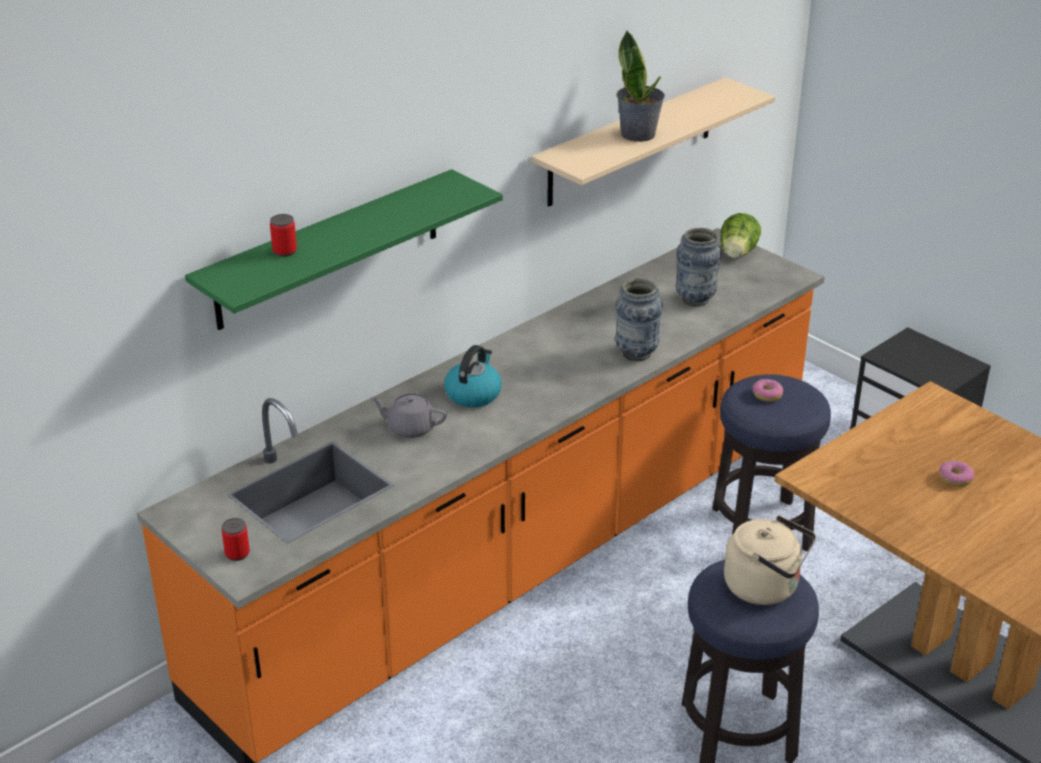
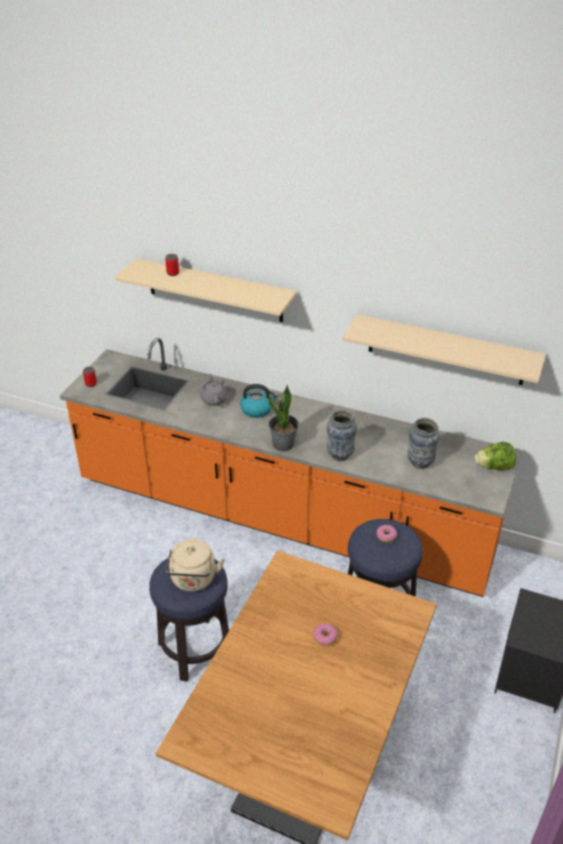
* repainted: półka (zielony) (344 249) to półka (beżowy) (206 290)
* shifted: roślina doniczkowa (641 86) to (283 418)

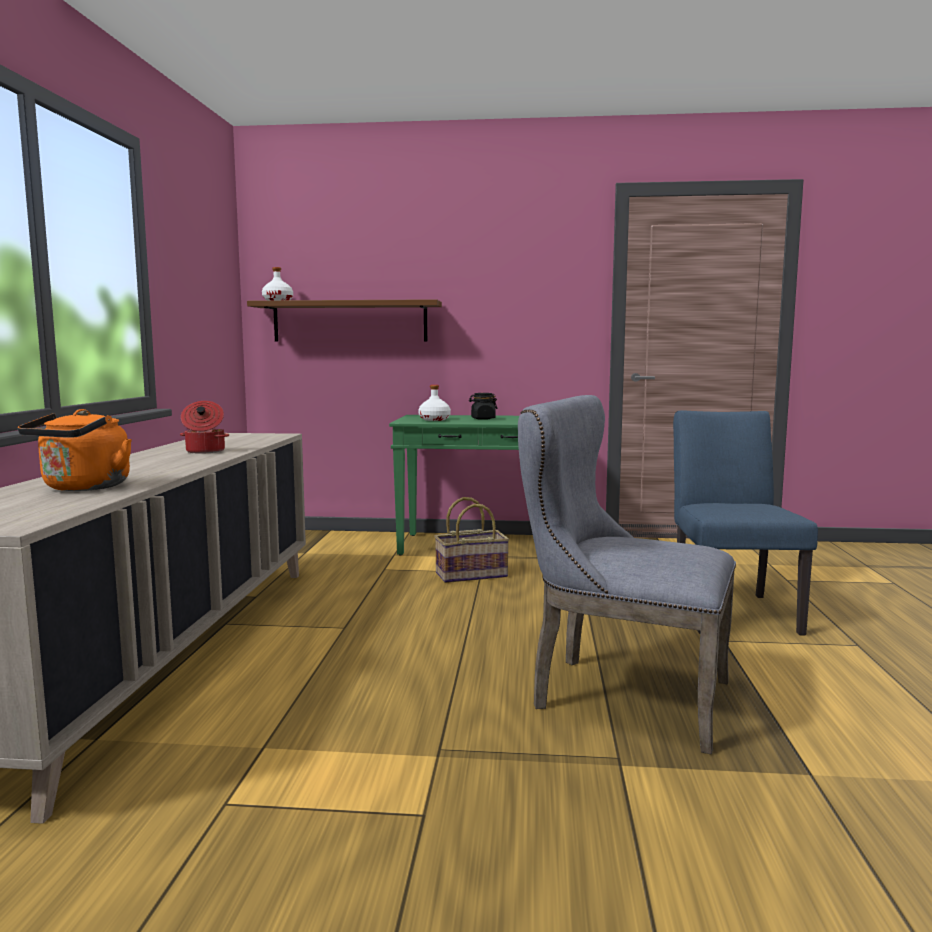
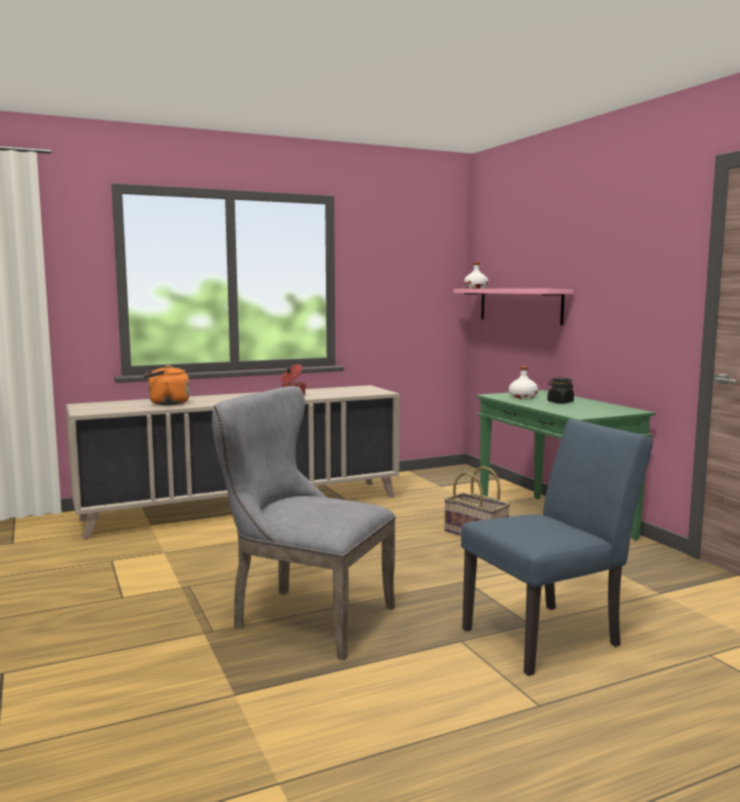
* repainted: półka (brązowy) (344 320) to półka (różowy) (514 307)
* rotated: krzesło (szary) (627 574) = (304 523) 60 degrees counterclockwise

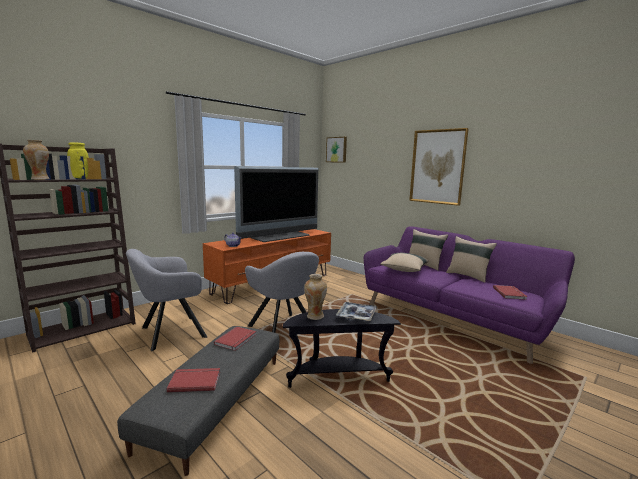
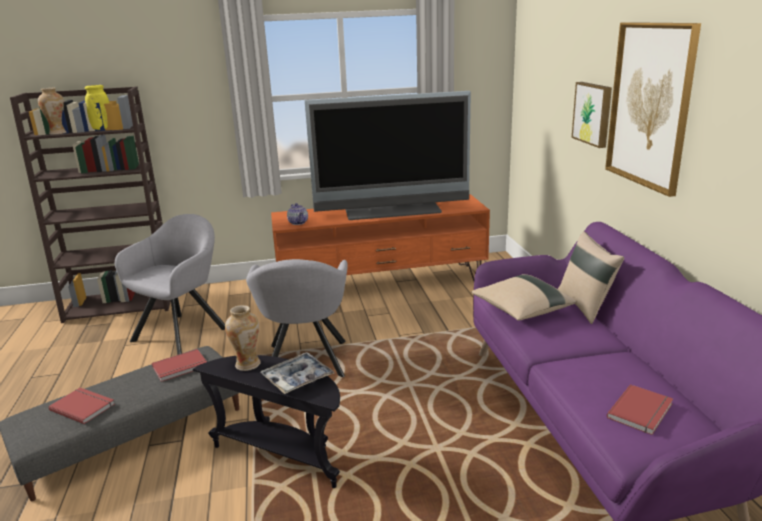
* rotated: fotel (szary) (166 300) = (170 284) 120 degrees clockwise
* shifted: obraz (336 150) to (592 115)
* gone: poduszka (beżowy) (471 259)

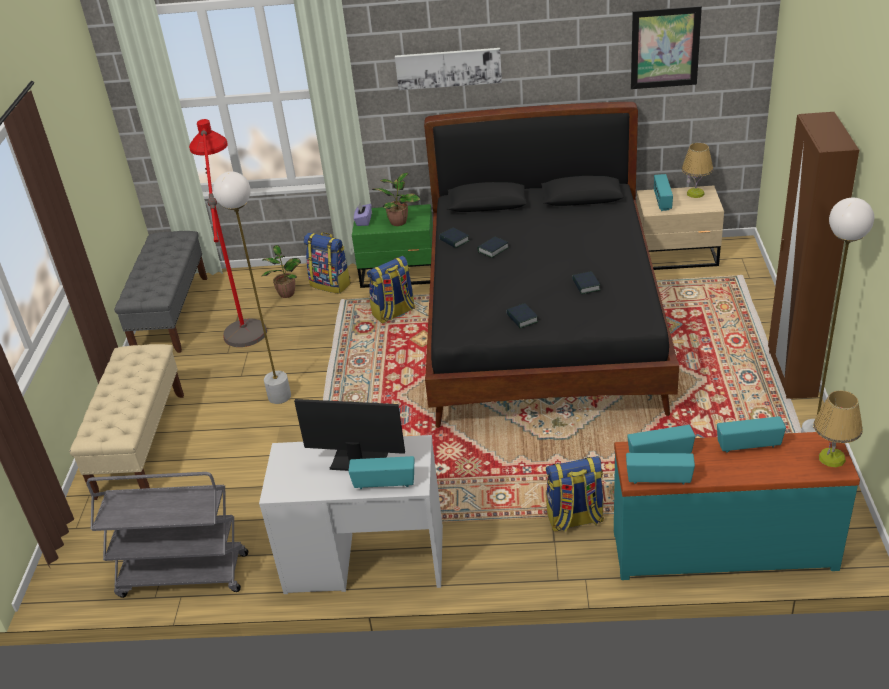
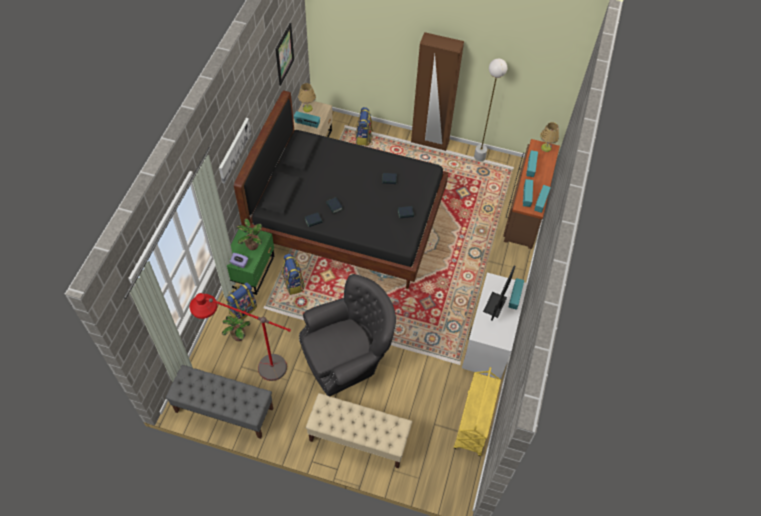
* repainted: wózek (szary) (168 535) to wózek (żółty) (477 412)
* swapped: lampa stojąca (biały) (252 287) to fotel (szary) (347 335)
* shifted: plecak (575 494) to (364 126)
* repainted: komoda (turkusowy) (737 506) to komoda (brązowy) (531 194)

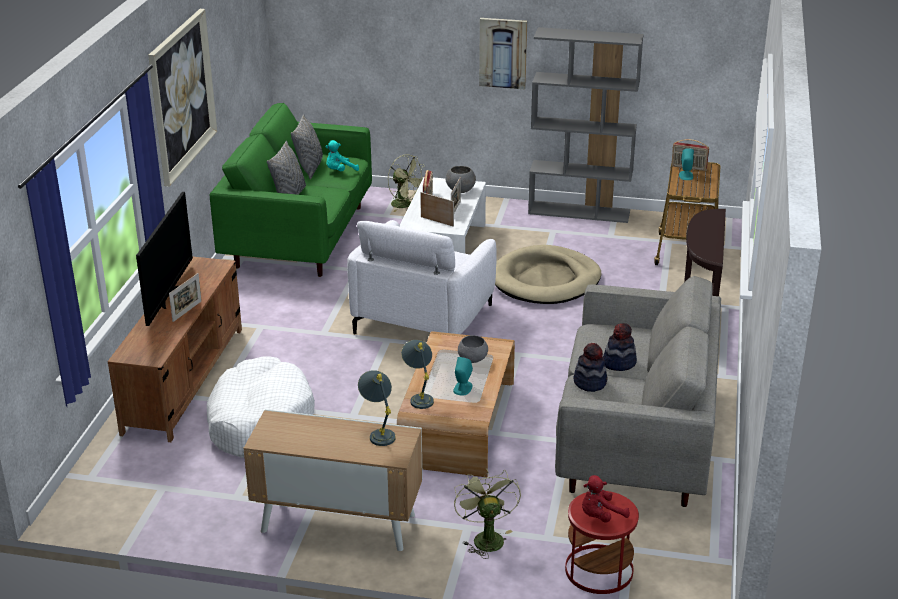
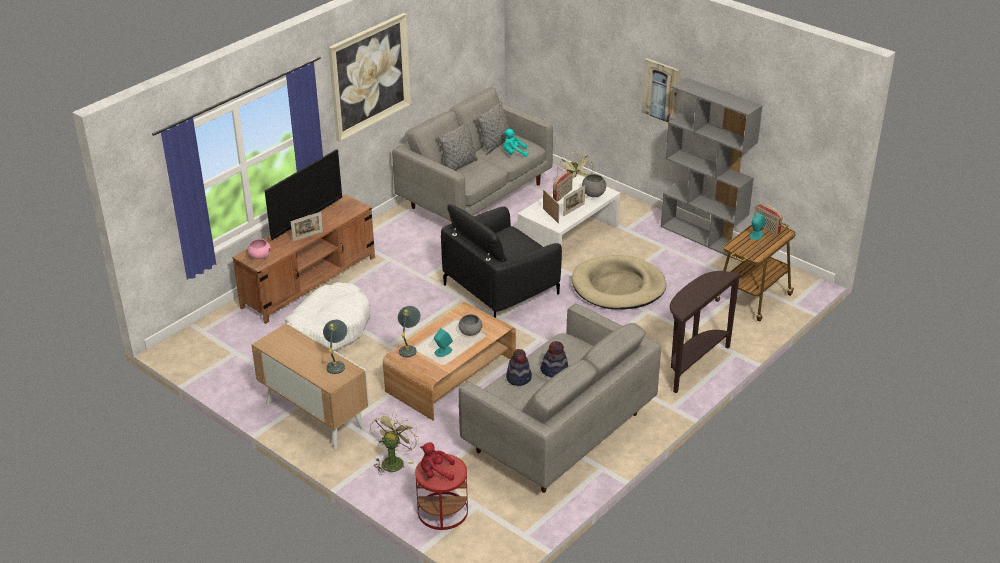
* repainted: kanapa (zielony) (291 190) to kanapa (szary) (472 154)
* repainted: fotel (biały) (422 277) to fotel (czarny) (501 261)
* new: miska (różowy) (259 249)

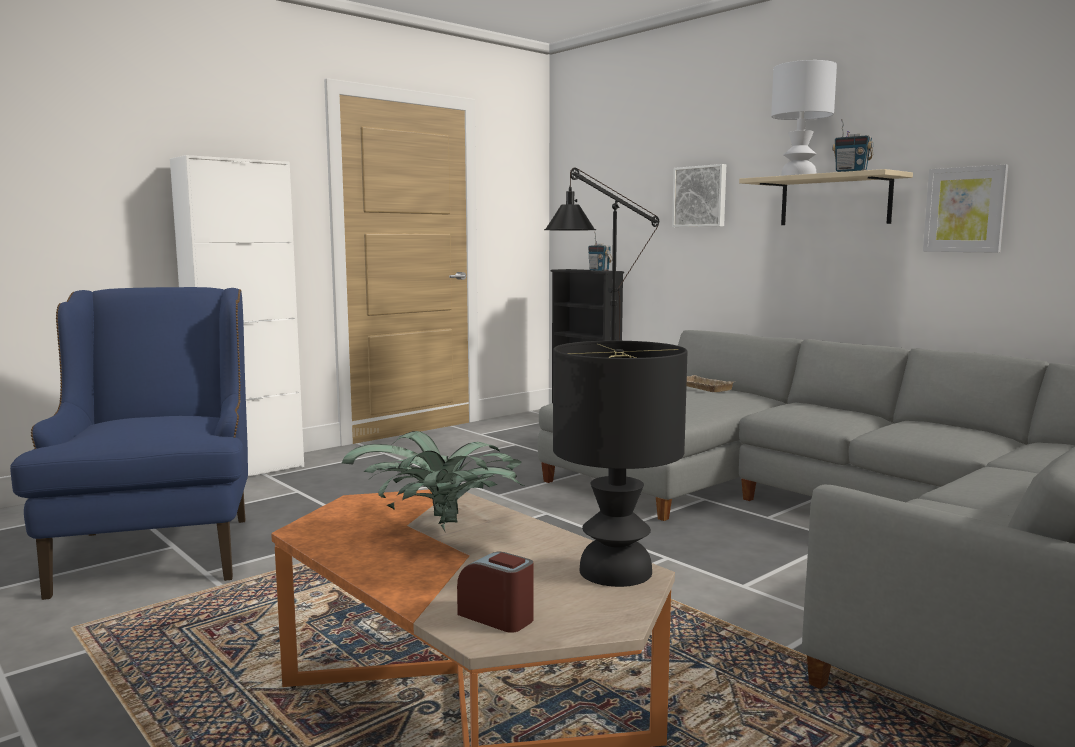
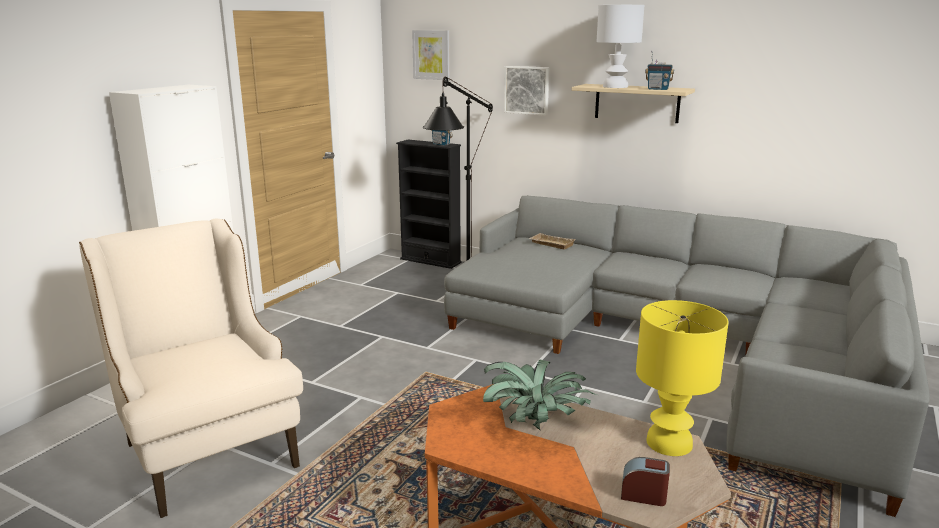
* repainted: fotel (niebieski) (129 443) to fotel (beżowy) (191 368)
* repainted: lampa stołowa (czarny) (620 464) to lampa stołowa (żółty) (682 378)
* shifted: obraz (965 209) to (431 55)

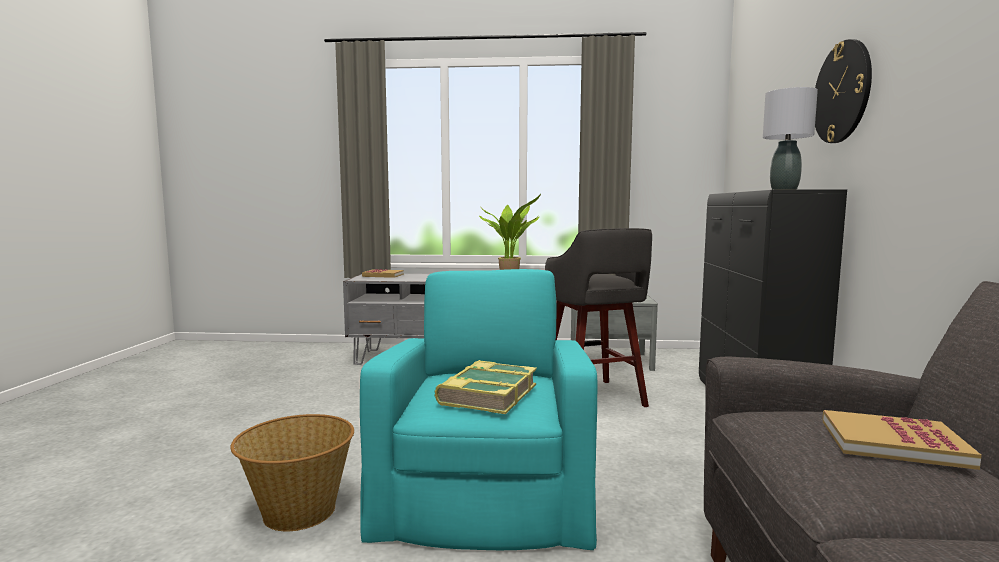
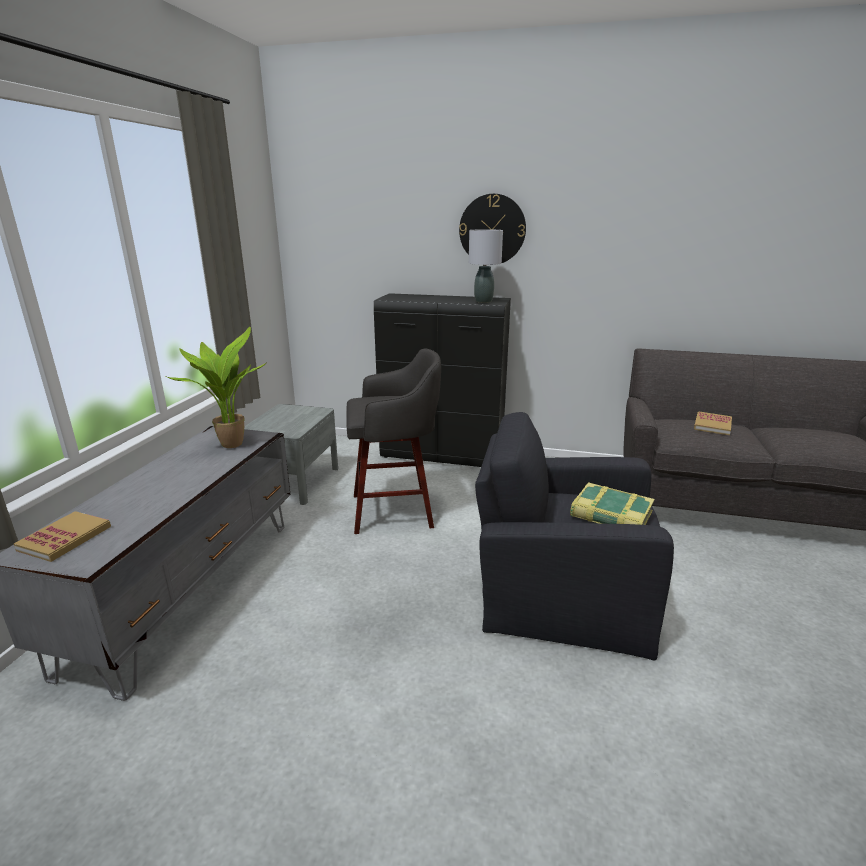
* gone: koszyk (292 472)
* repainted: fotel (turkusowy) (479 409) to fotel (czarny) (574 536)

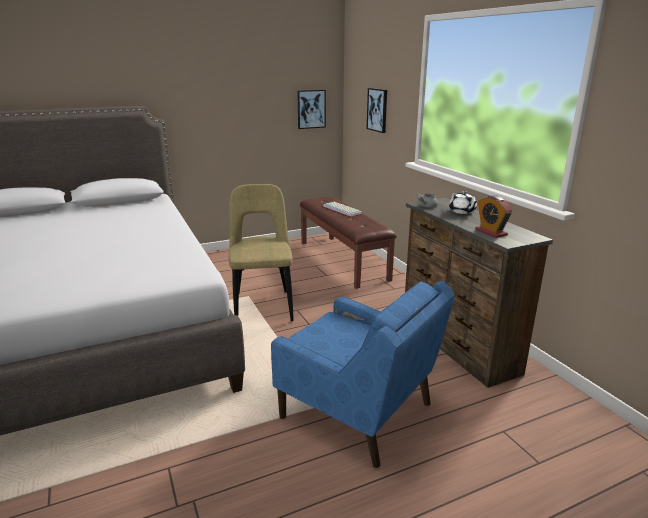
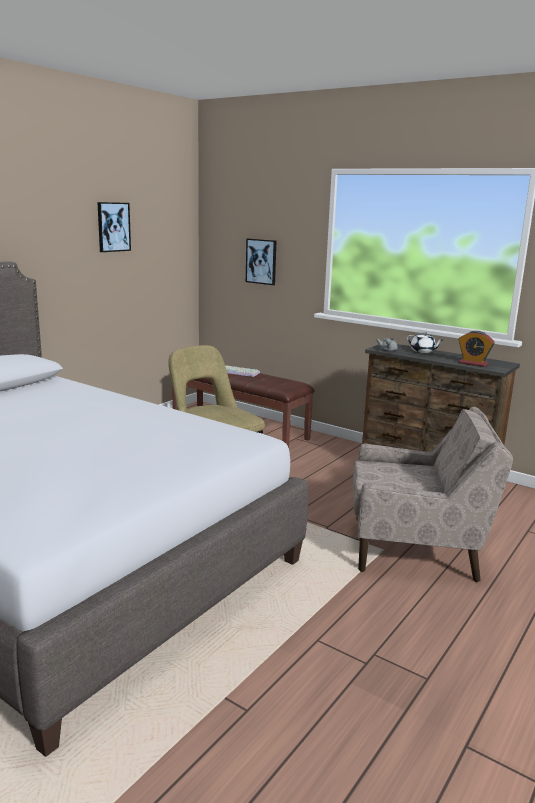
* repainted: fotel (niebieski) (362 374) to fotel (beżowy) (433 494)
* shifted: obraz (311 109) to (114 227)

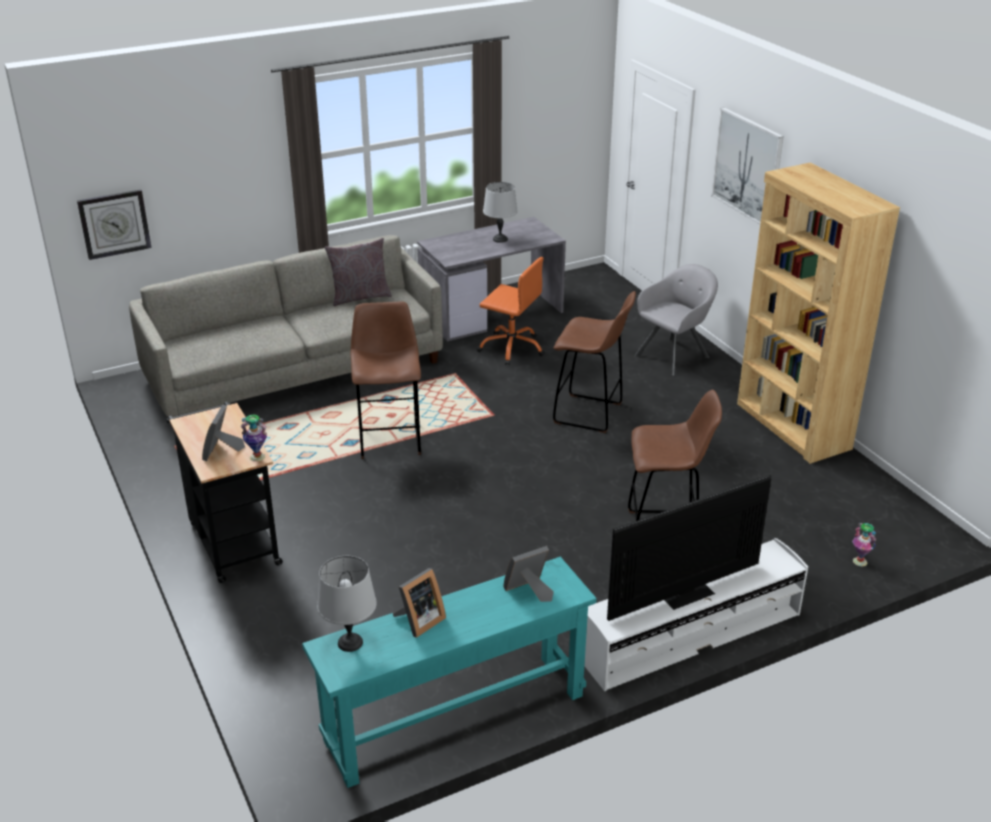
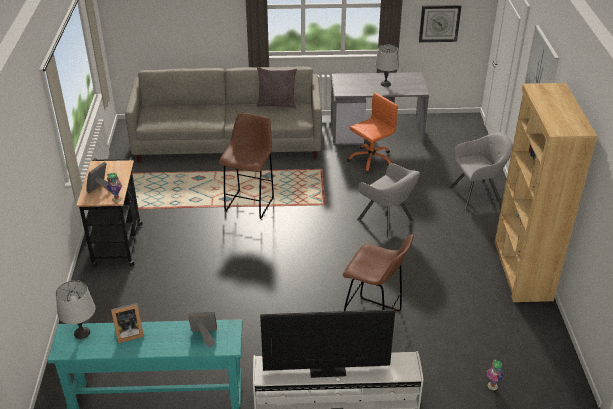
* shifted: zegar ścienny (114 224) to (440 23)
* rotated: krzesło biurowe (pomarańczowy) (511 311) = (372 133) 90 degrees counterclockwise
* swapped: stołek (brązowy) (594 362) to fotel (szary) (388 201)

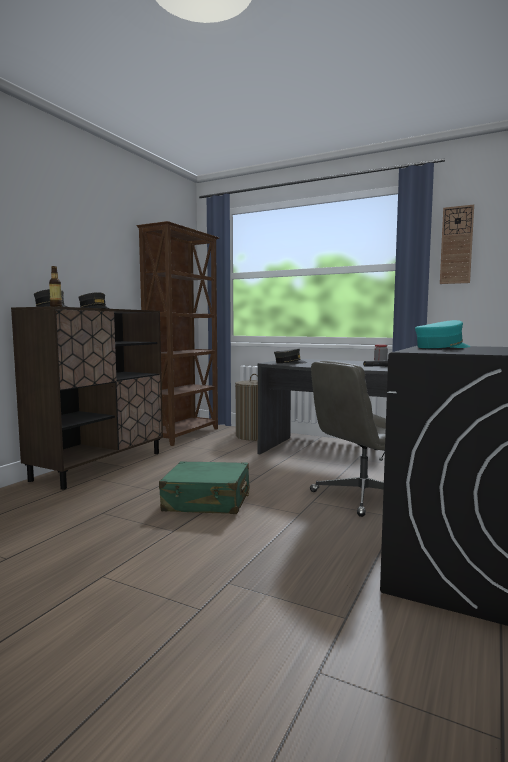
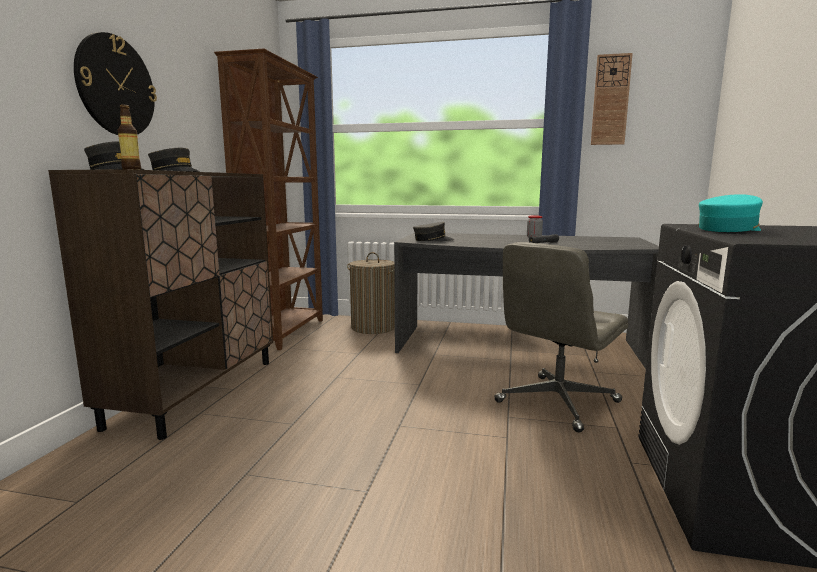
* gone: walizka (zielony) (204 487)
* new: zegar ścienny (115 83)

